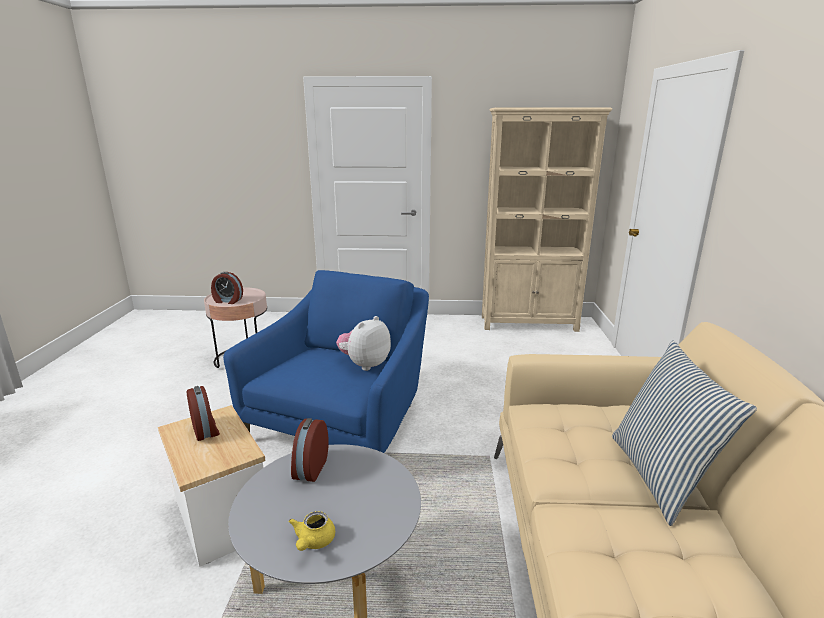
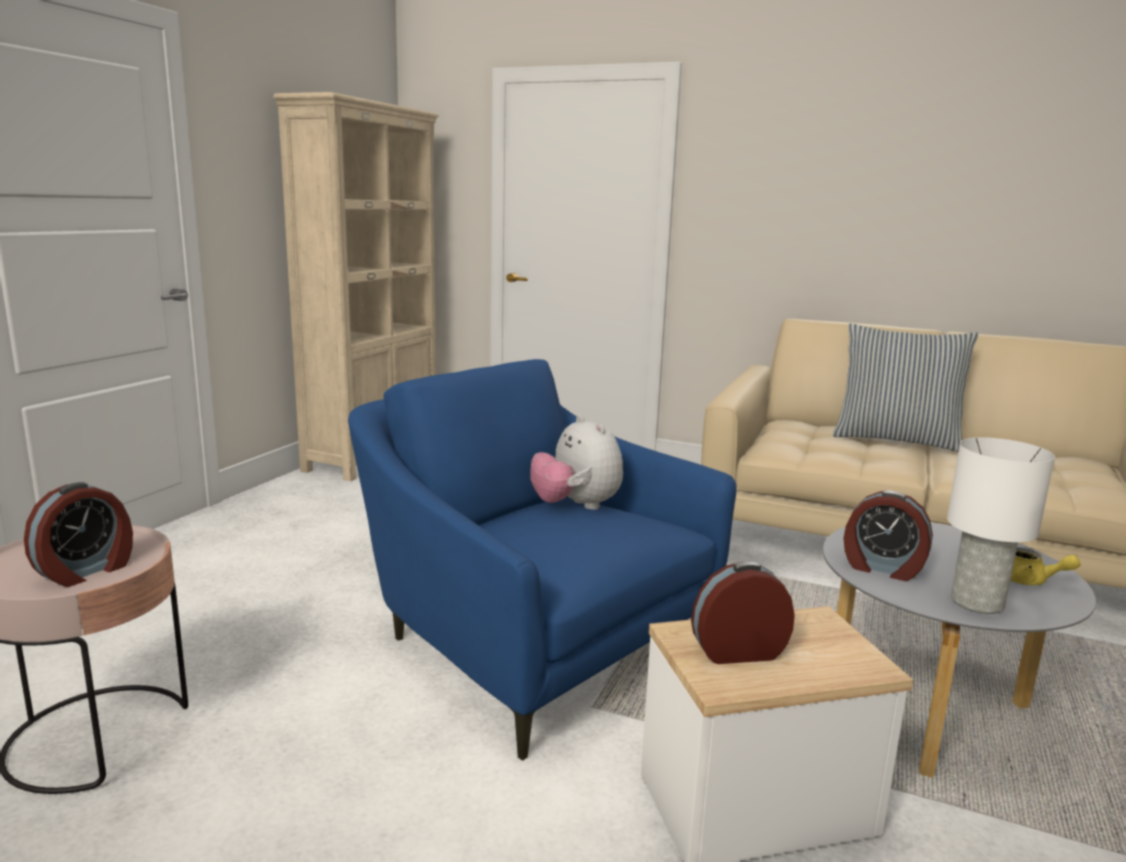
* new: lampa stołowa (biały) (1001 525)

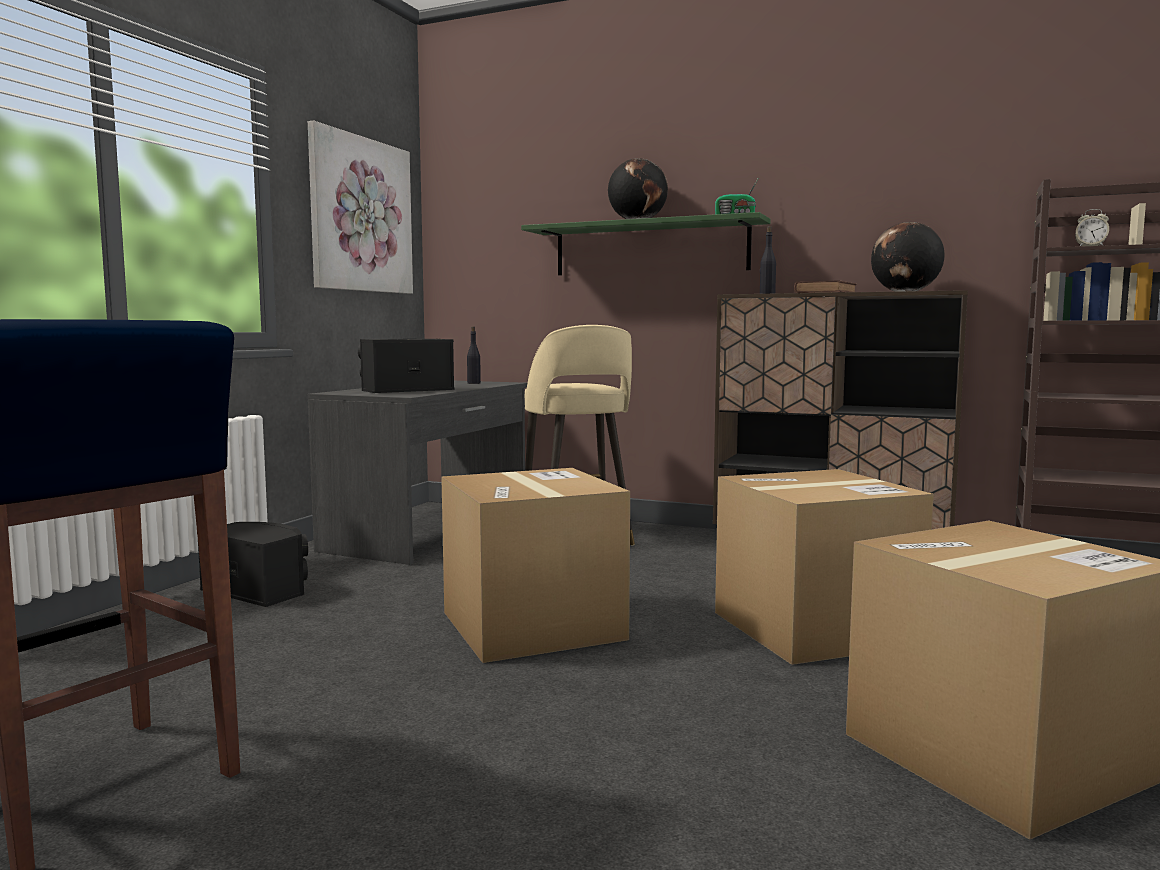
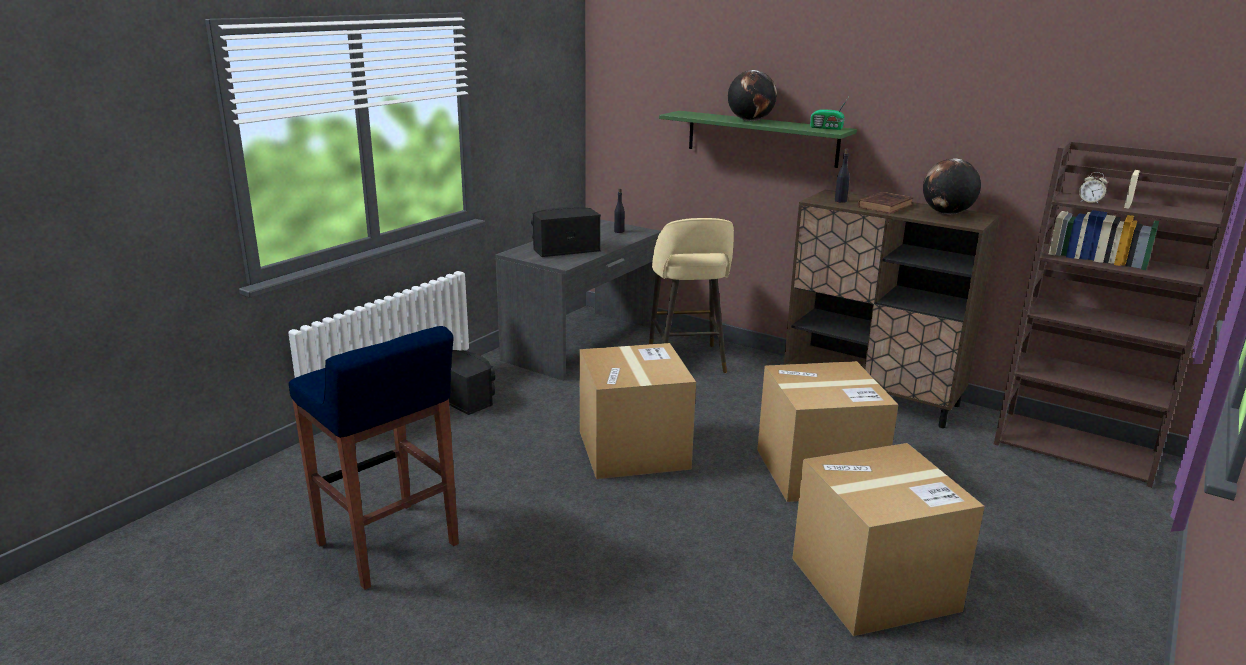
* gone: obraz (360 207)

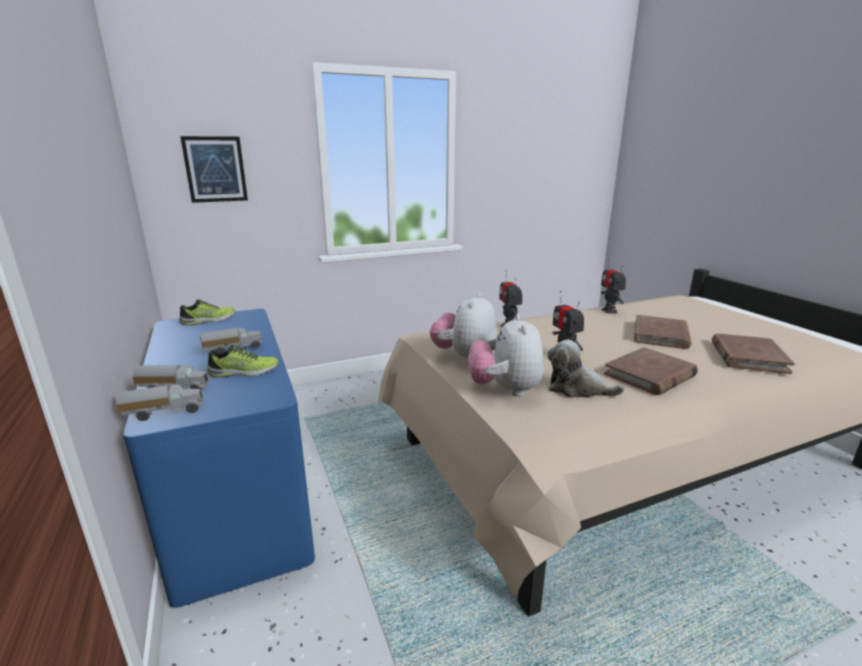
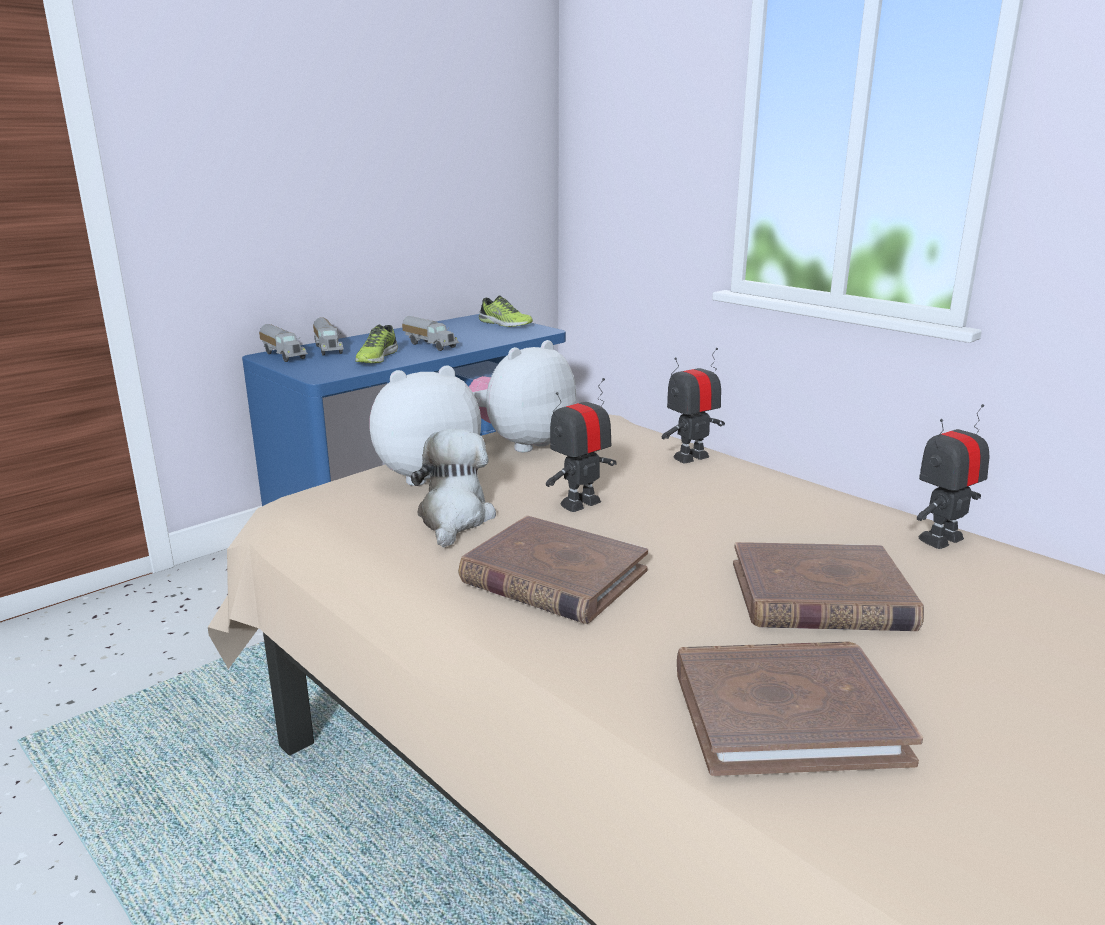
* gone: obraz (214 169)
* rotated: but (242 361) = (376 344) 45 degrees clockwise
* rotated: pluszak (463 328) = (522 396) 45 degrees counterclockwise

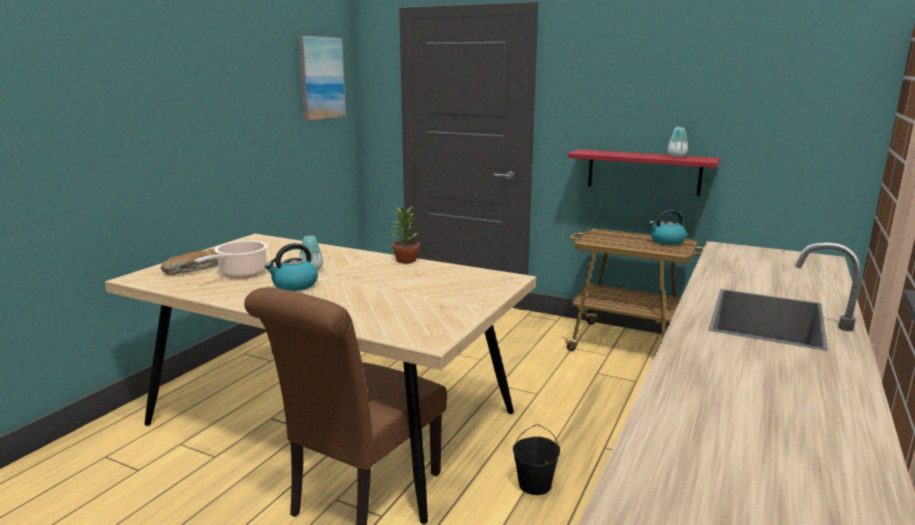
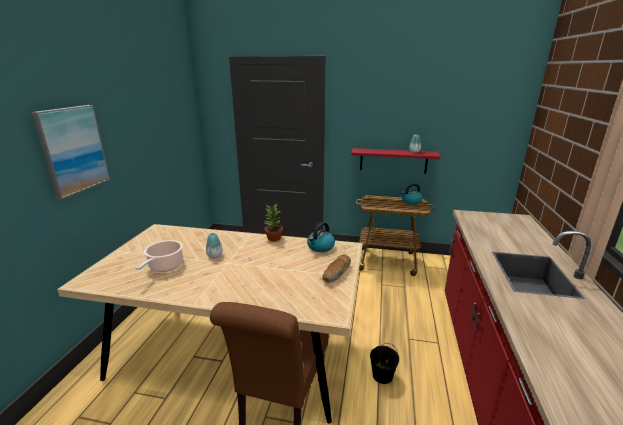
* shifted: chleb (189 262) to (336 268)
* shifted: czajnik (291 267) to (321 237)
* shifted: obraz (322 78) to (70 152)

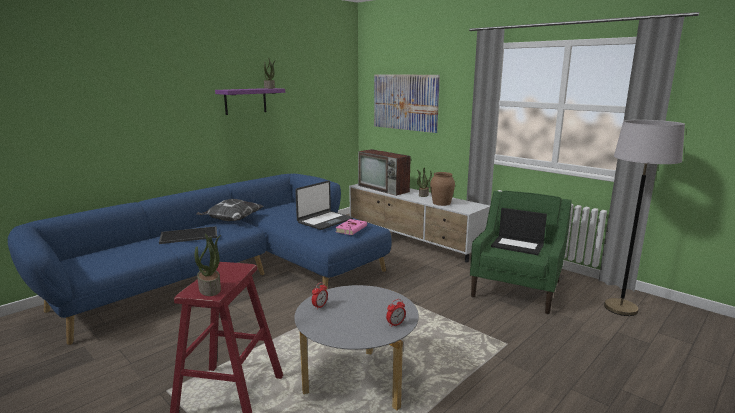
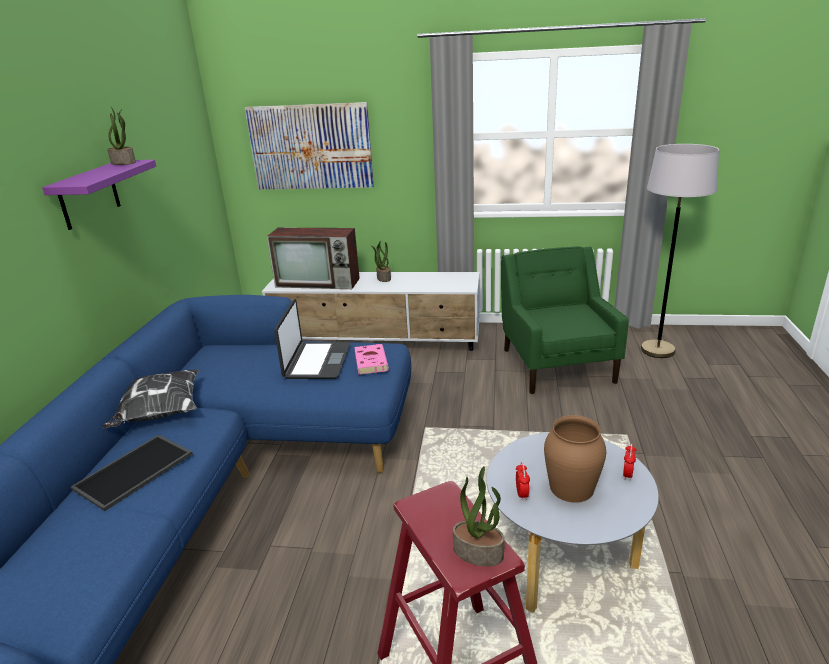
* shifted: wazon (brązowy) (442 189) to (575 459)
* gone: laptop (519 231)

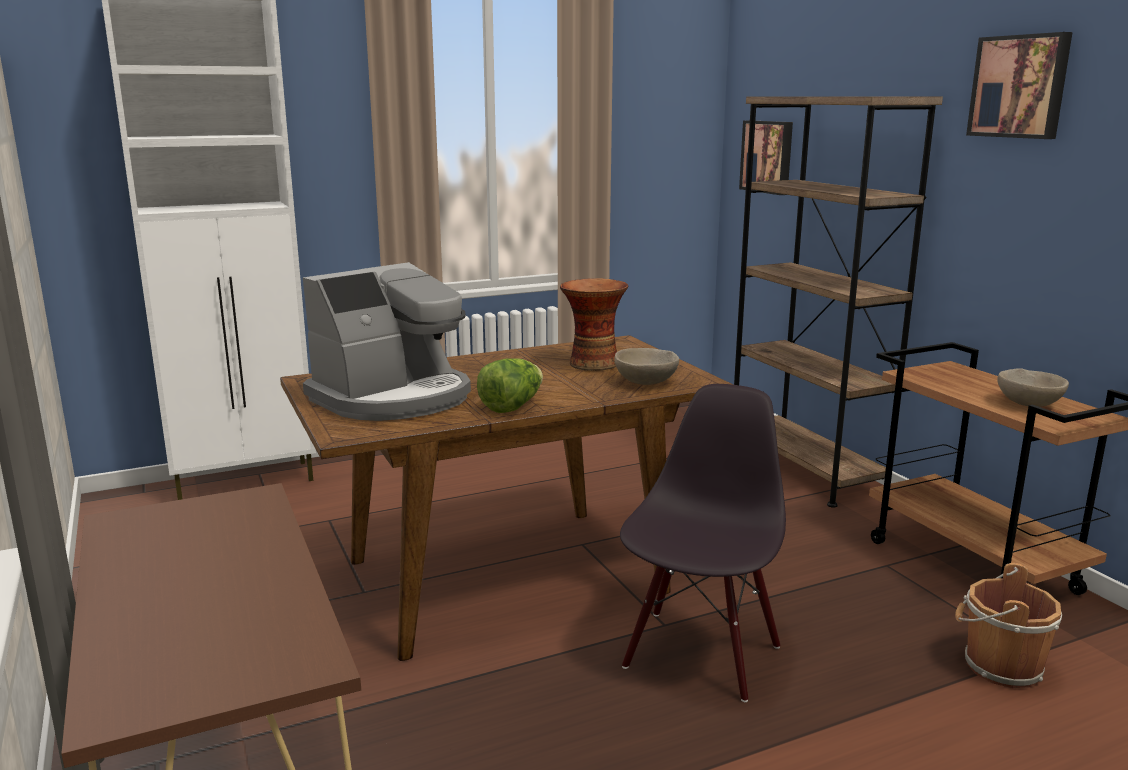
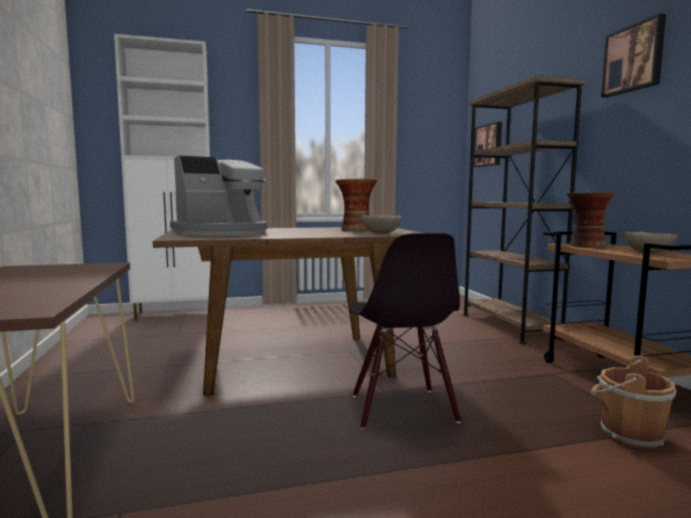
* gone: sałata (510 385)
* rotated: krzesło (czarny) (703 543) = (404 331) 135 degrees clockwise
* new: wazon (591 220)

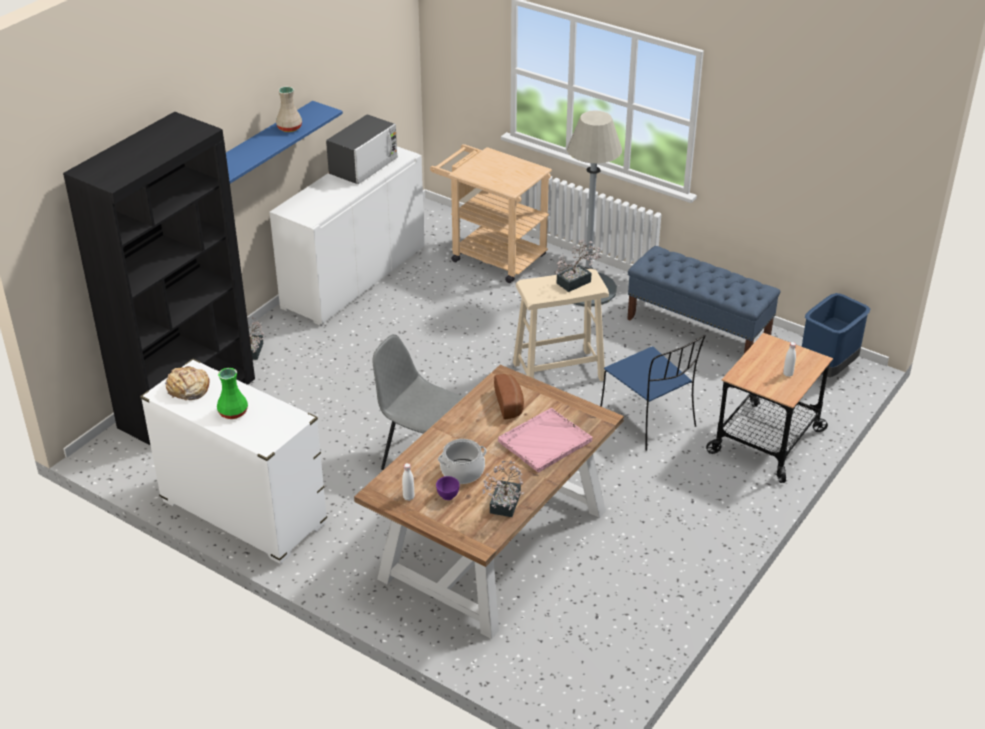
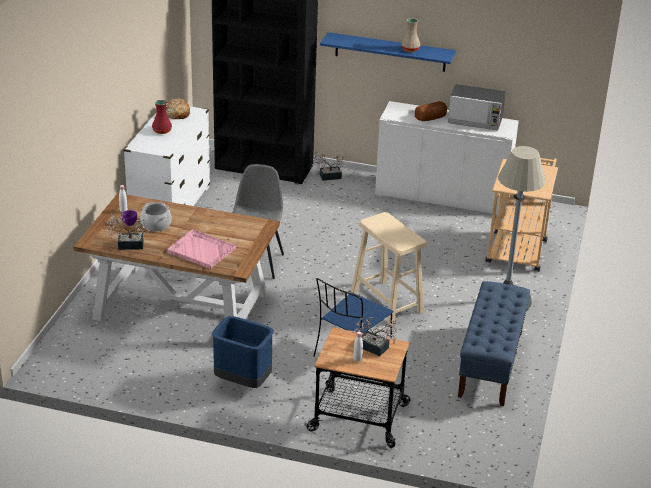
* repainted: wazon (zielony) (232 393) to wazon (czerwony) (162 117)
* shifted: chleb (509 396) to (431 111)
* shifted: roślina doniczkowa (578 265) to (376 336)
* shifted: kosz na śmieci (niebieski) (836 335) to (243 352)

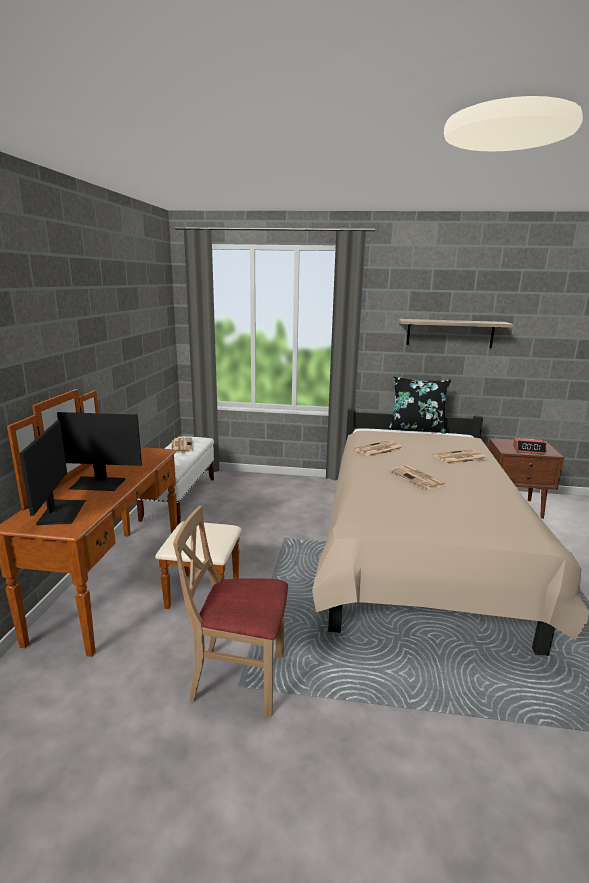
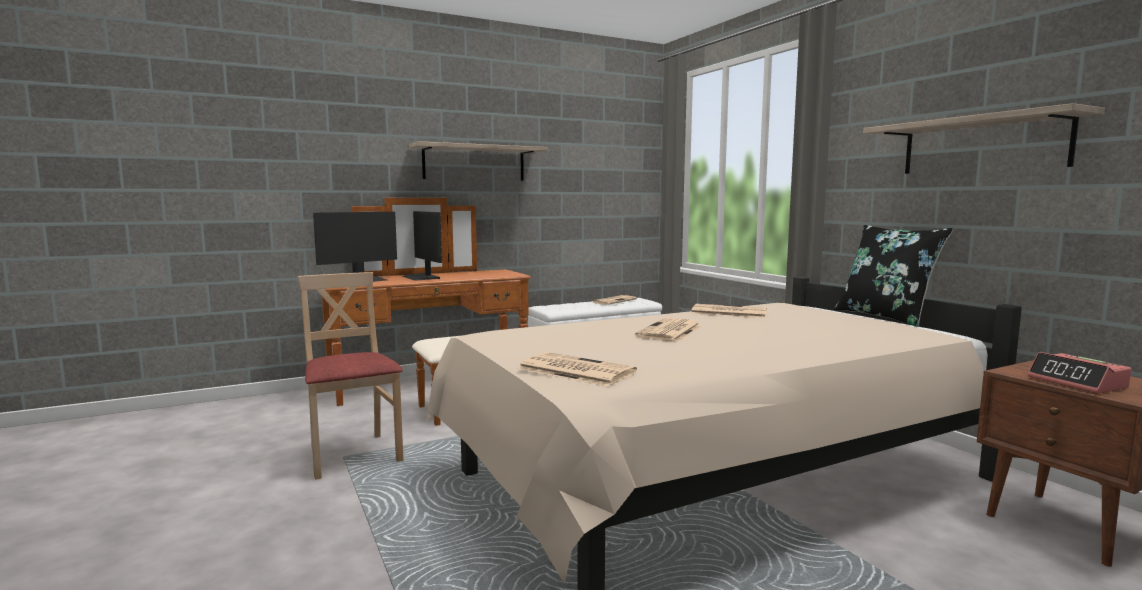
* shifted: gazeta (460 457) to (577 369)
* new: półka (478 161)

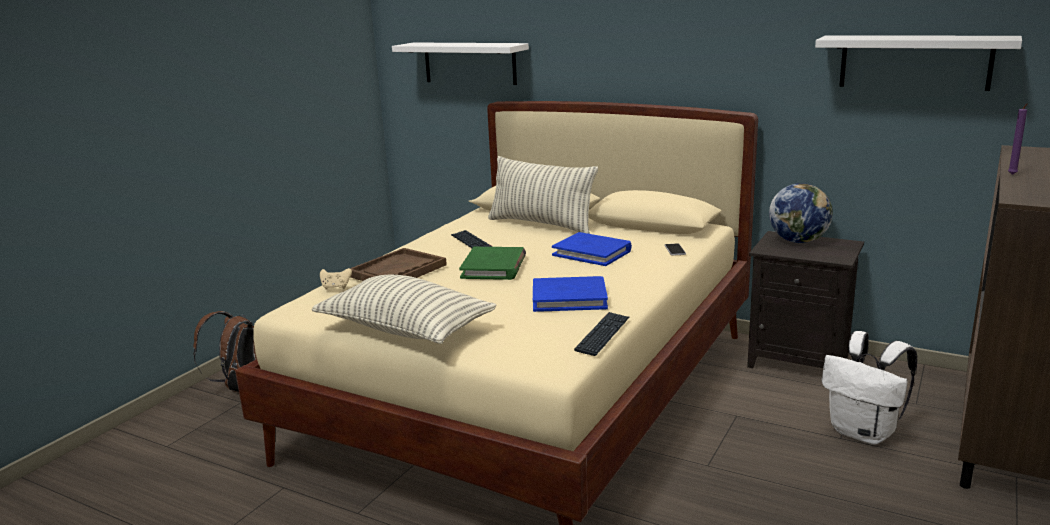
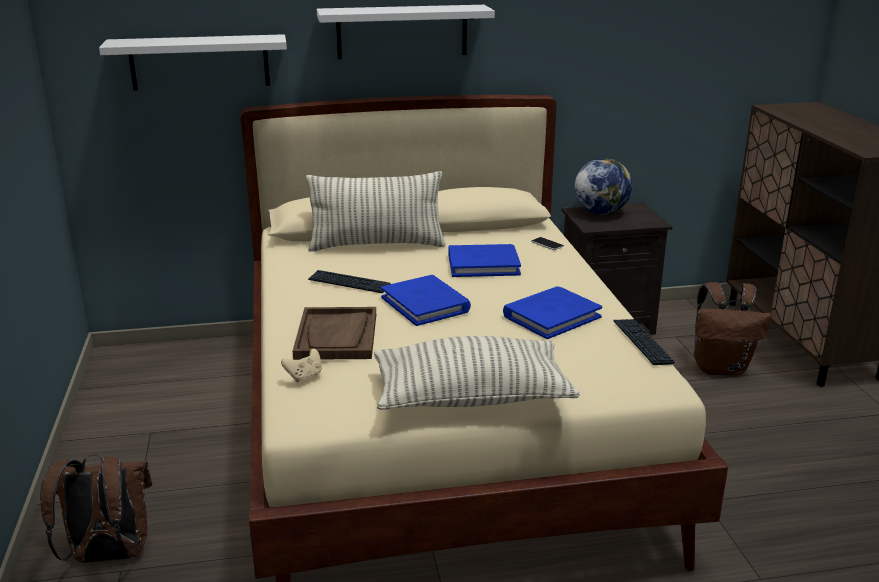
* repainted: książka (zielony) (492 263) to książka (niebieski) (426 300)
* shifted: półka (biały) (918 63) to (406 32)
* repainted: plecak (biały) (869 388) to plecak (brązowy) (732 329)
* gone: świeca (fioletowy) (1018 139)

